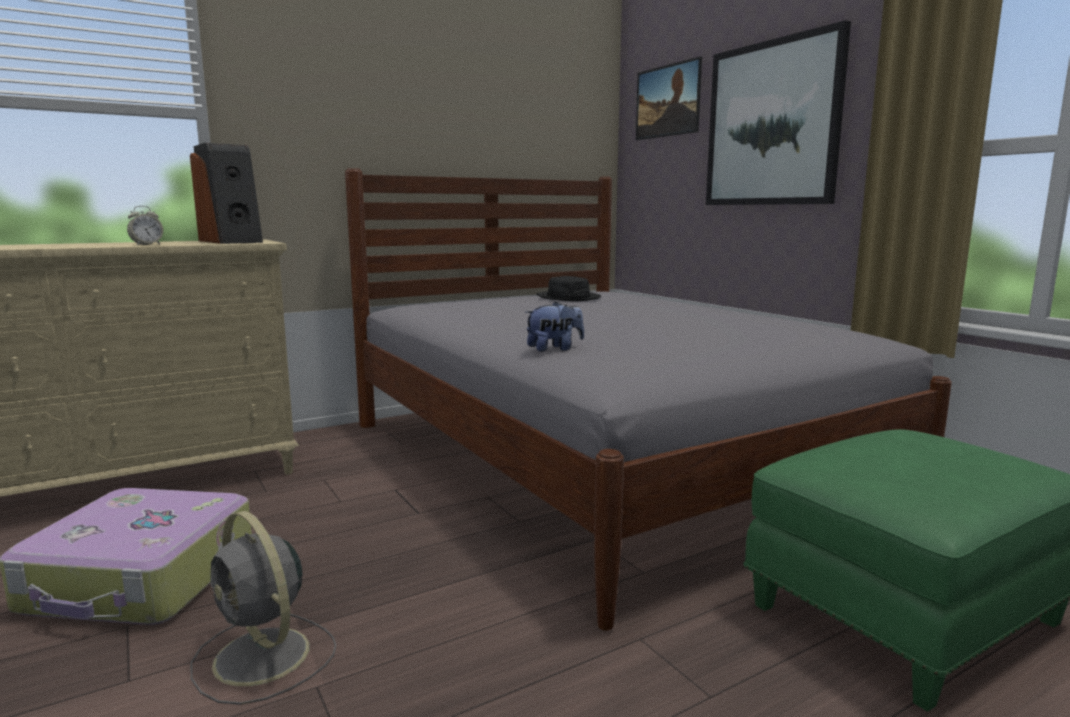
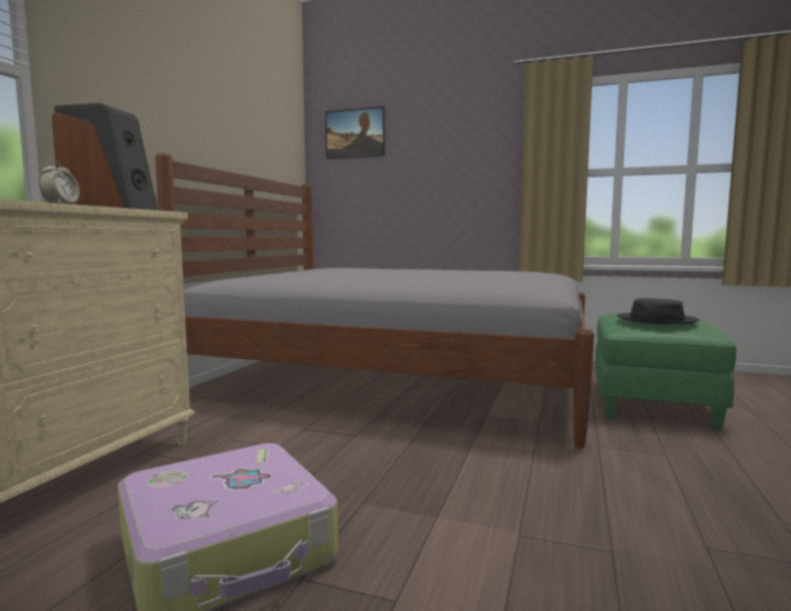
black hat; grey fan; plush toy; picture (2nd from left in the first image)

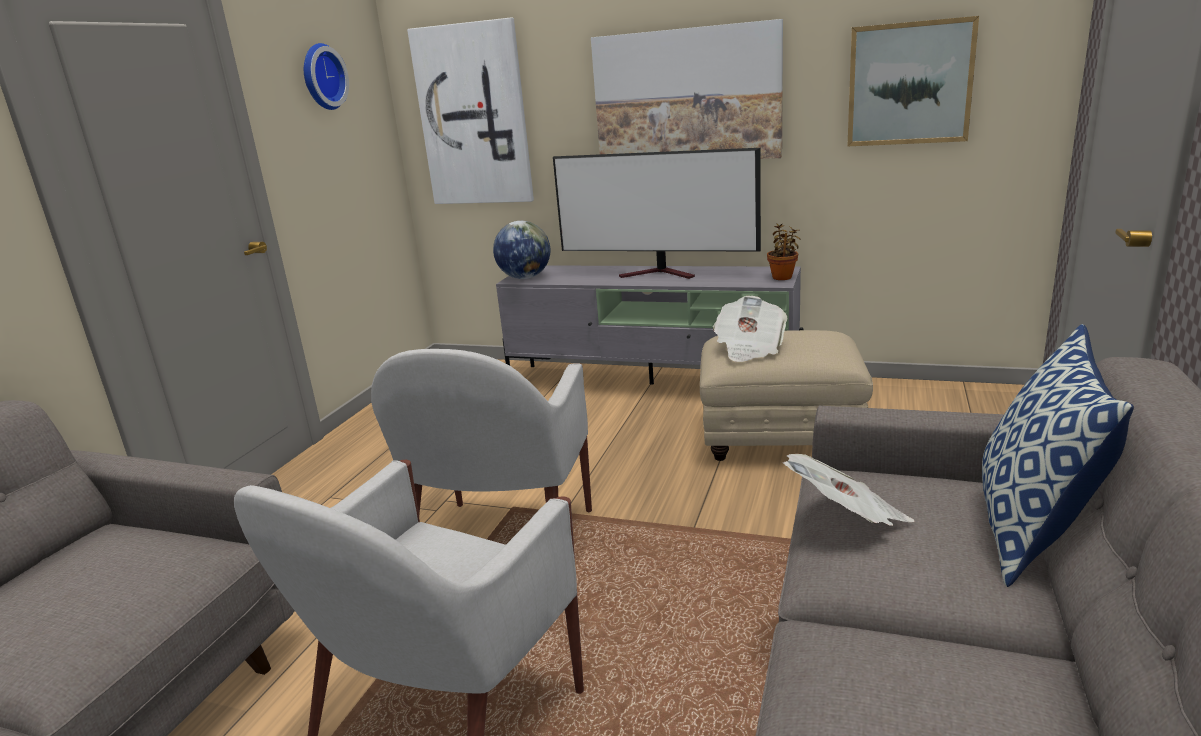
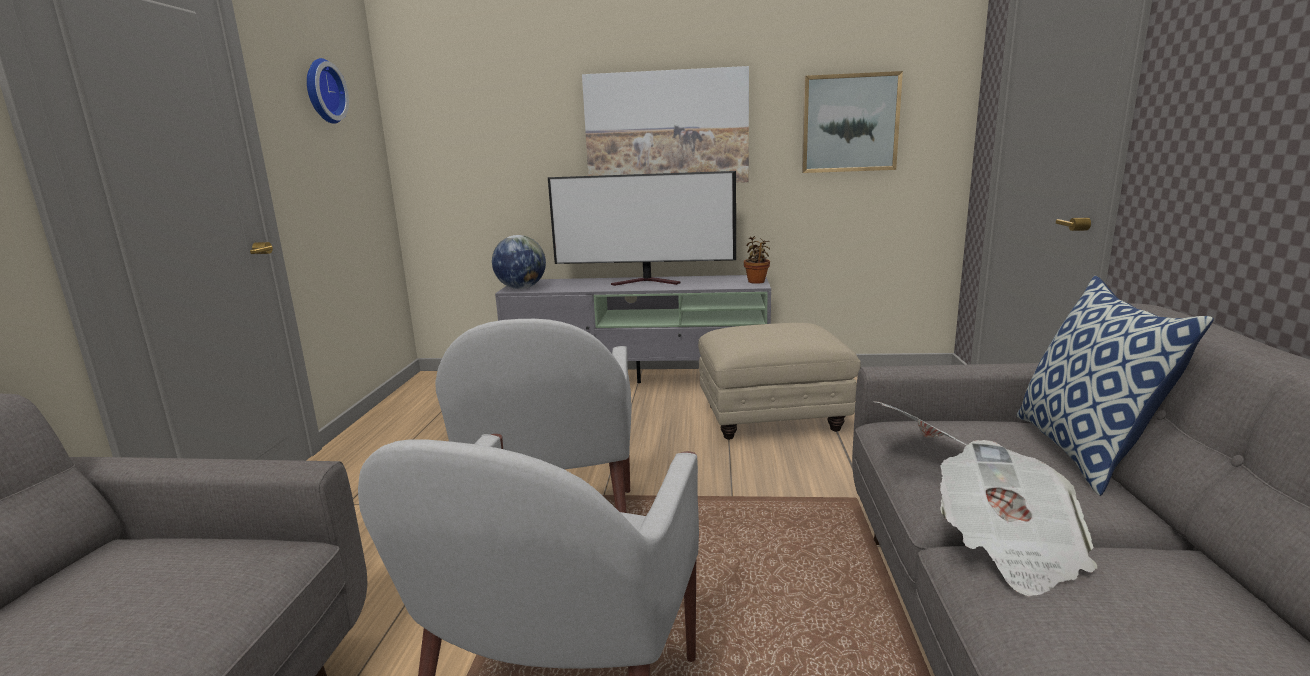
newspaper (2nd from left); picture (1st from left in the first image)

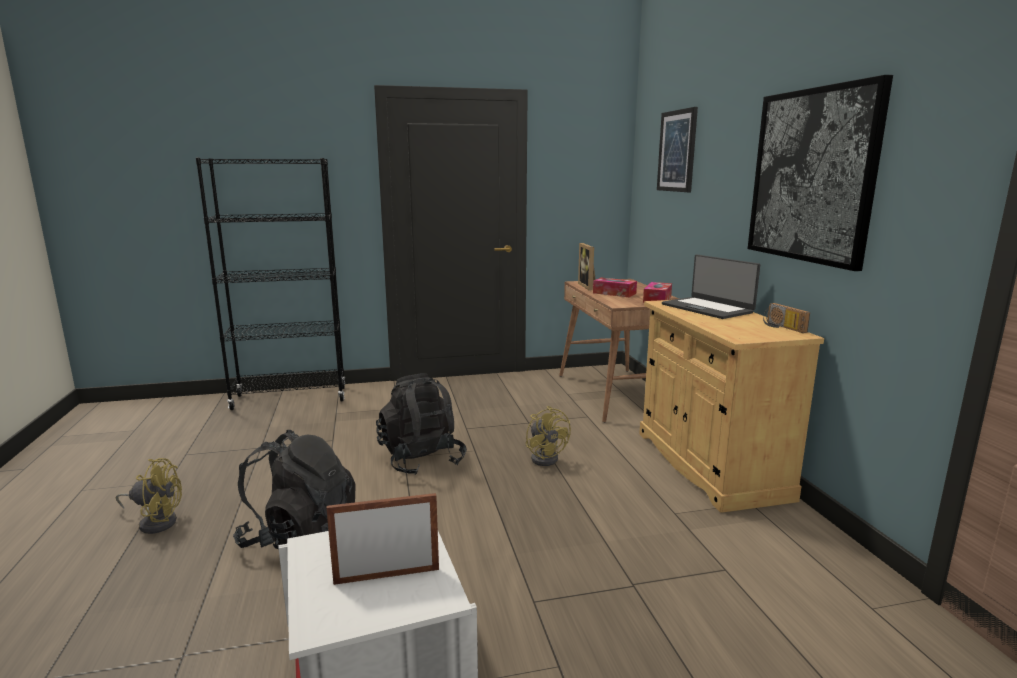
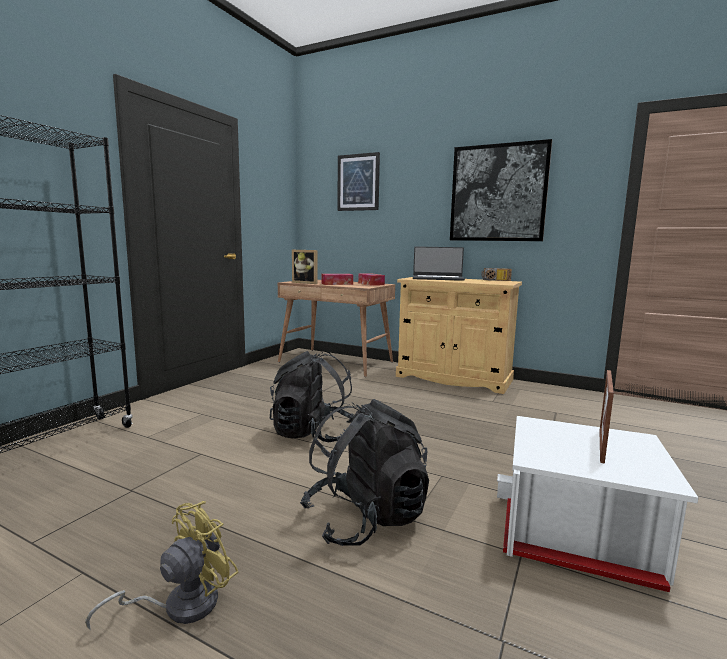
yellow fan (2nd from left in the first image)

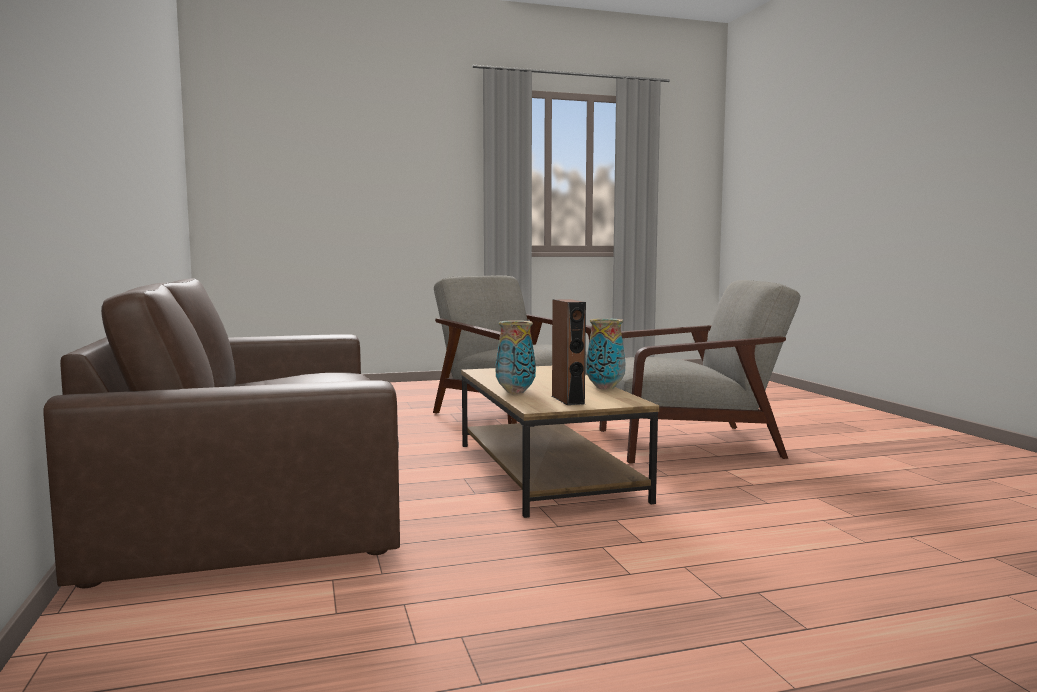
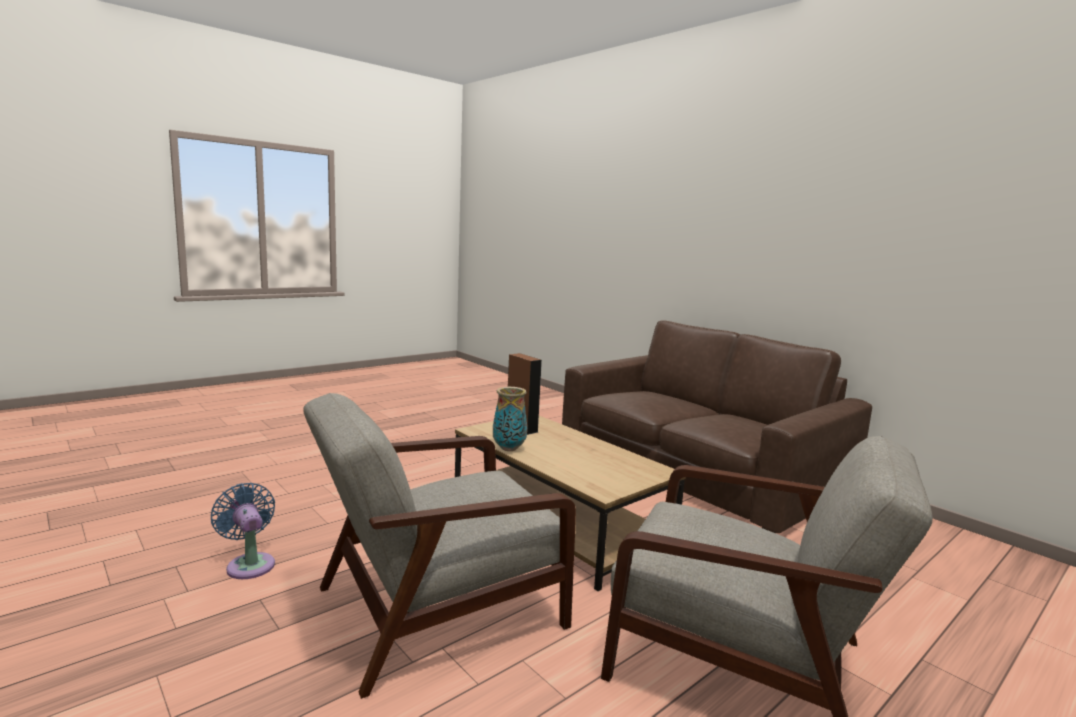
blue fan; vase (1st from left in the first image)

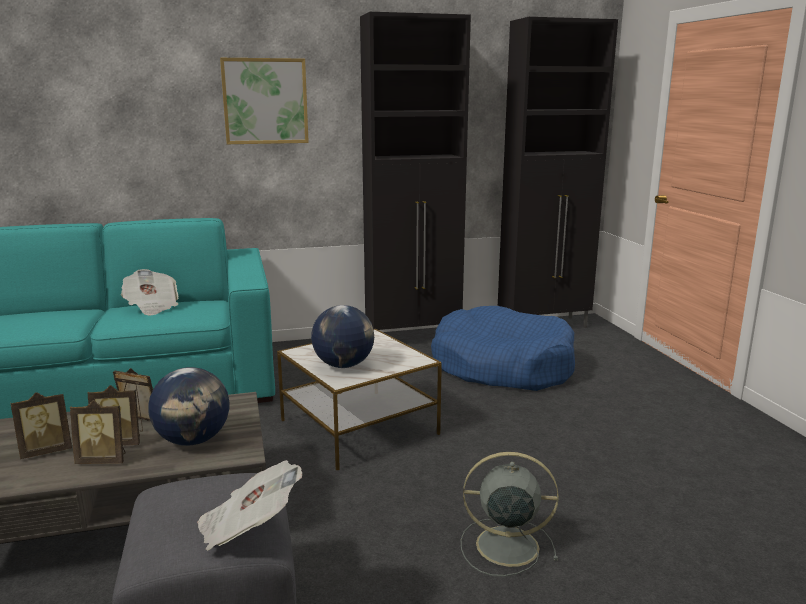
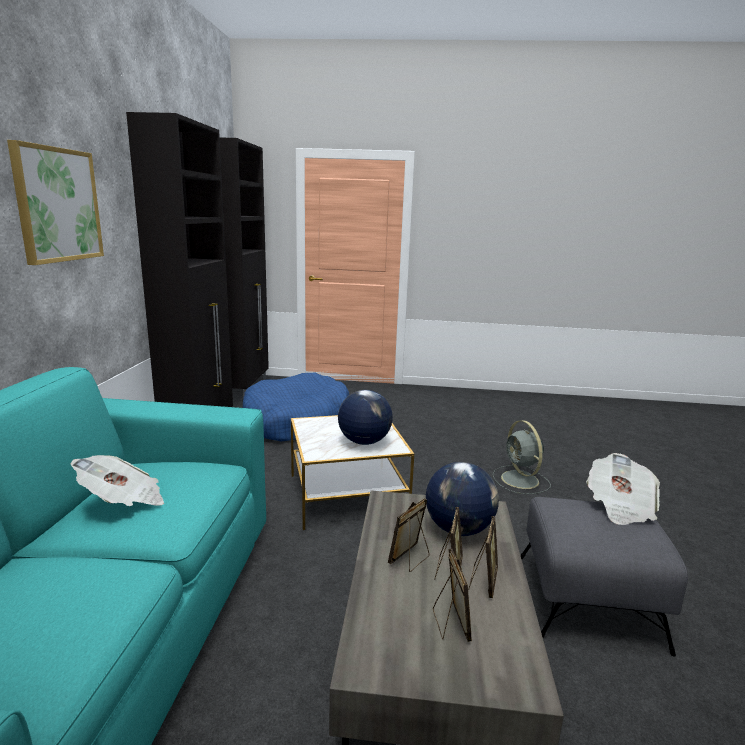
grey fan

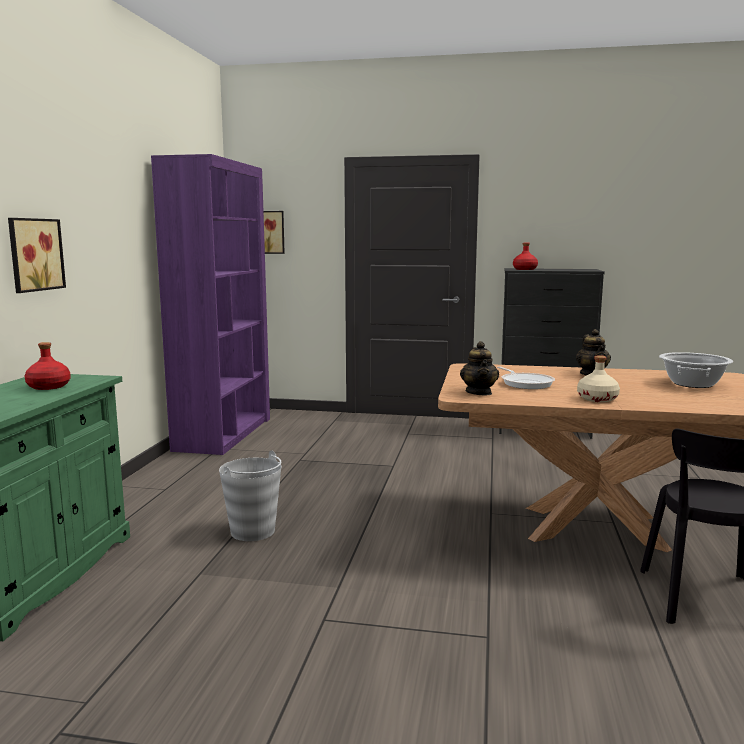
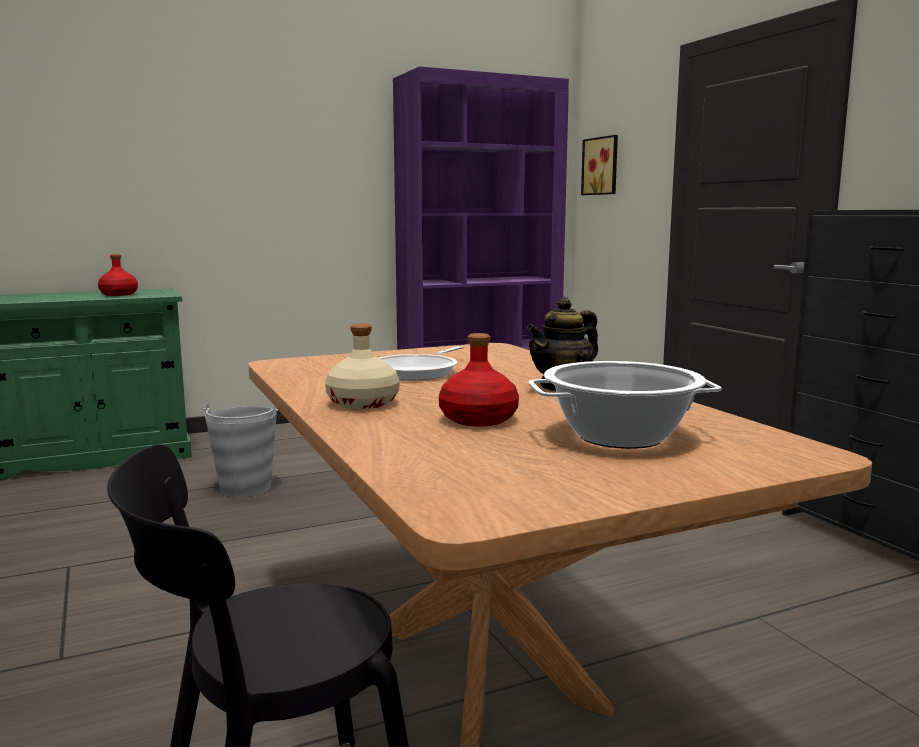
red bottle (2nd from left); picture (1st from left in the first image); teapot (1st from left in the first image)

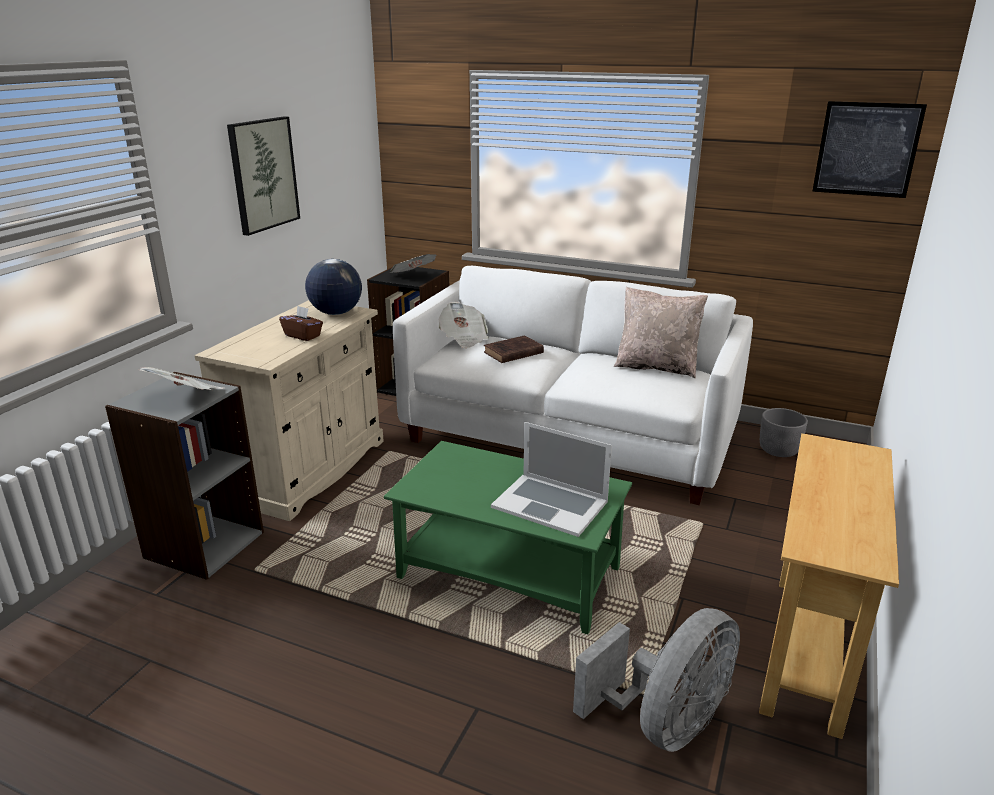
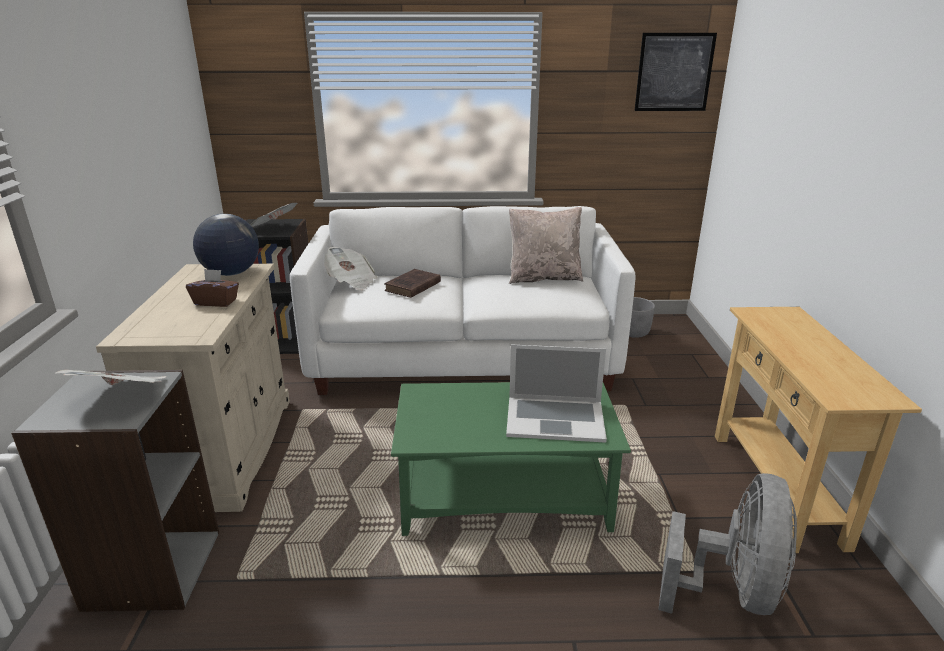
picture (1st from left in the first image)

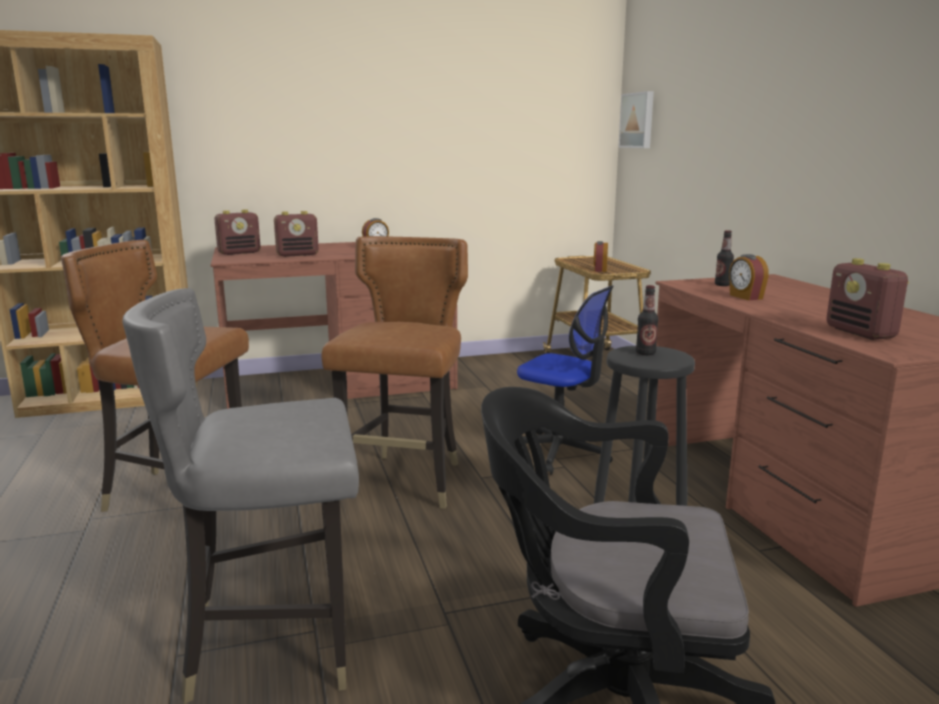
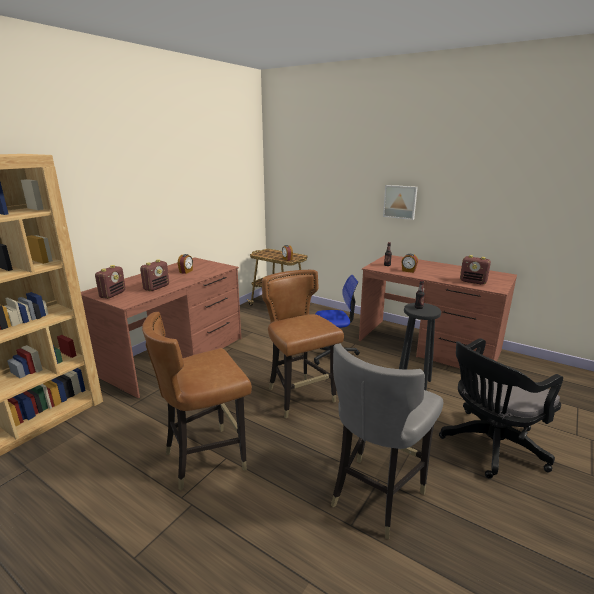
picture

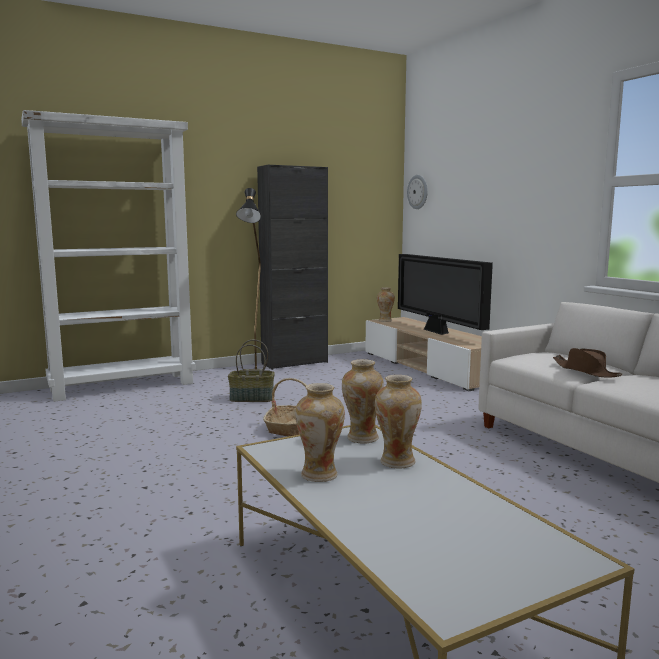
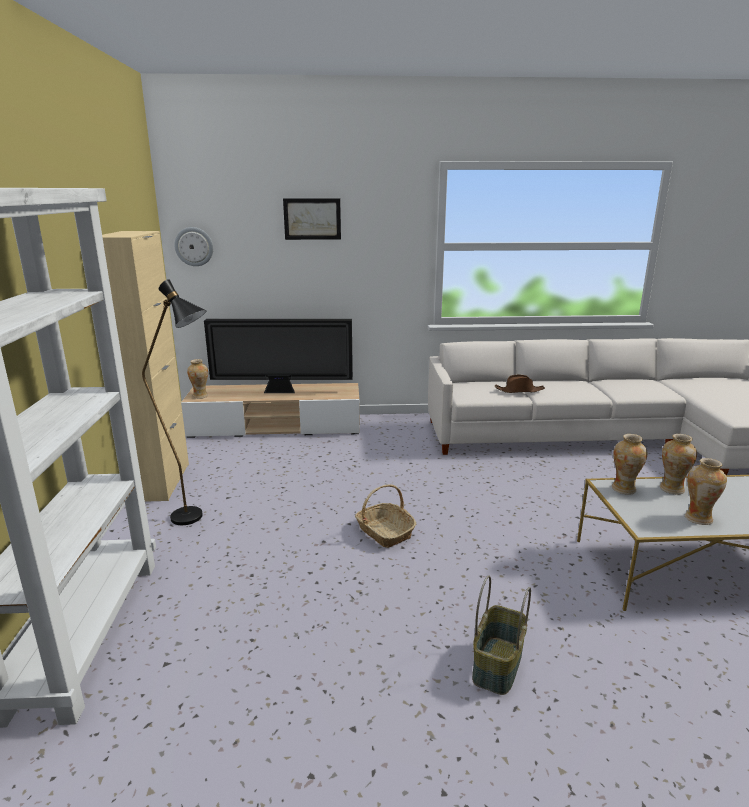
beige cabinet; picture; basket (2nd from left)

